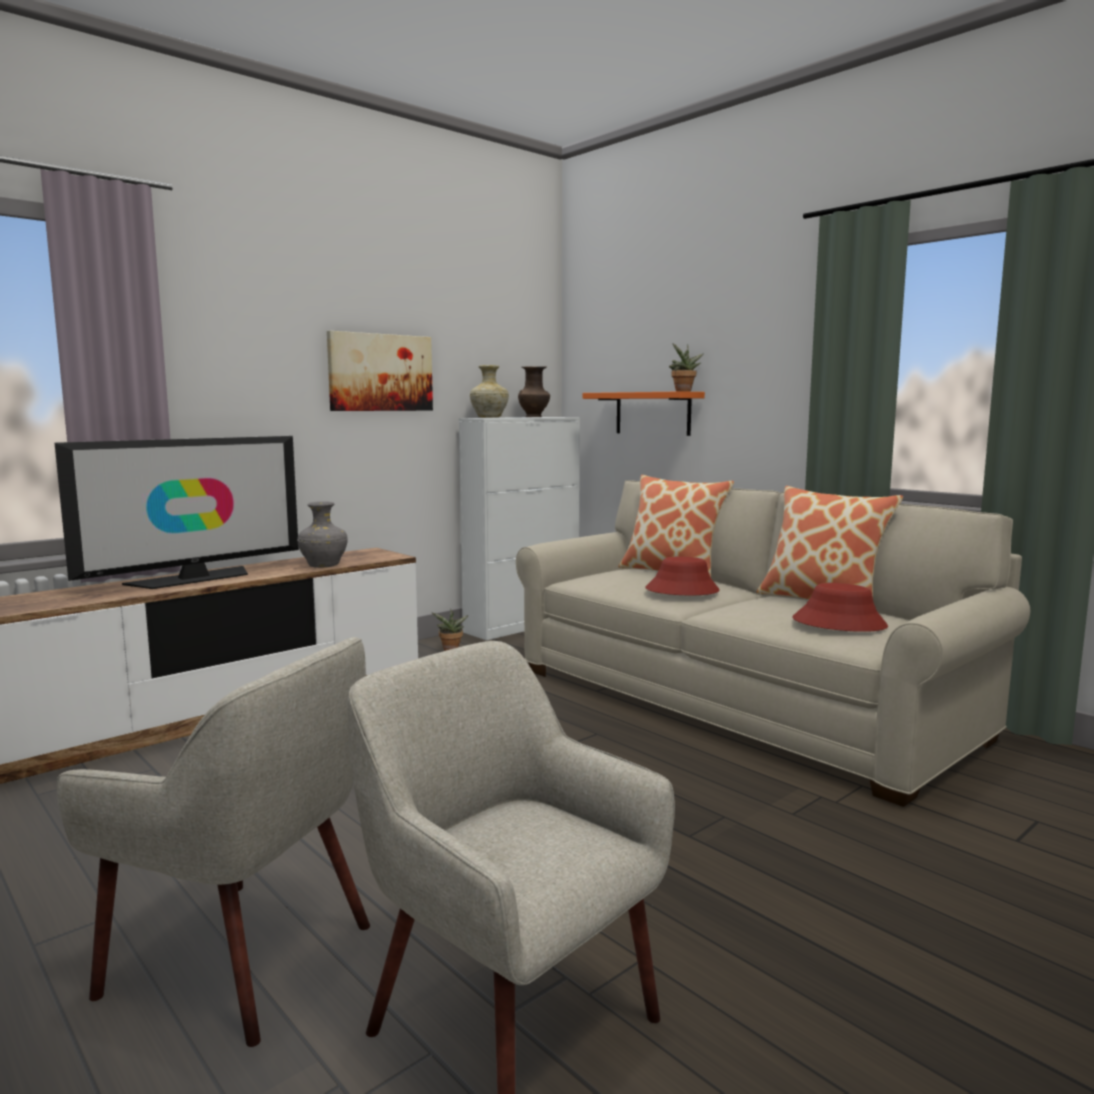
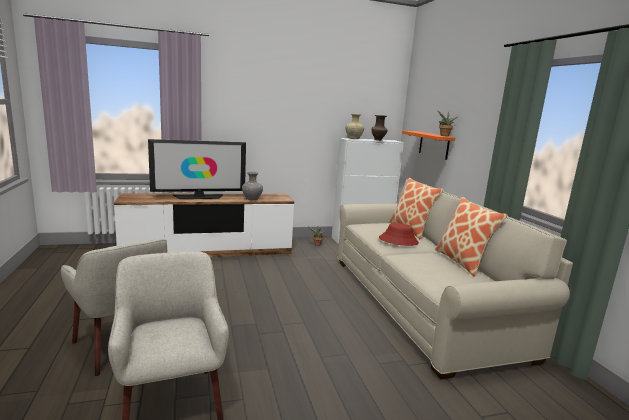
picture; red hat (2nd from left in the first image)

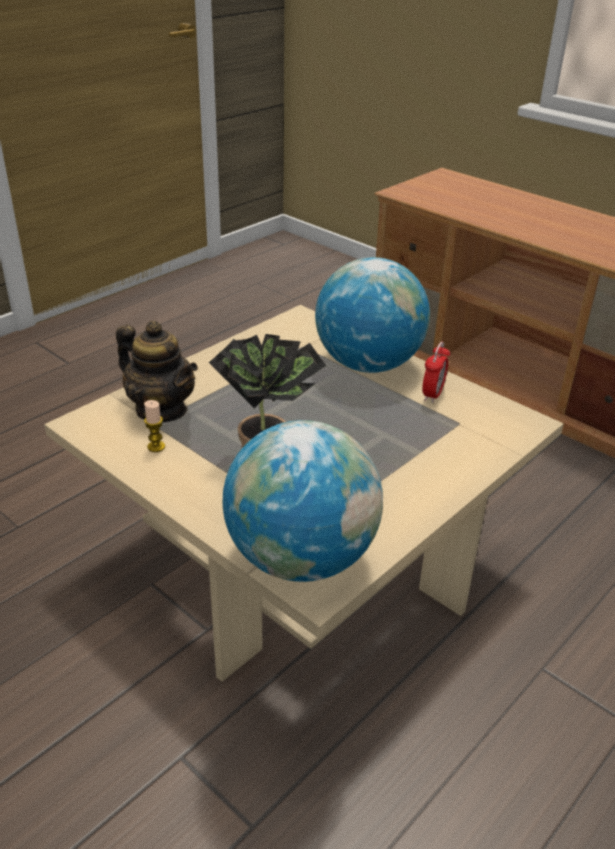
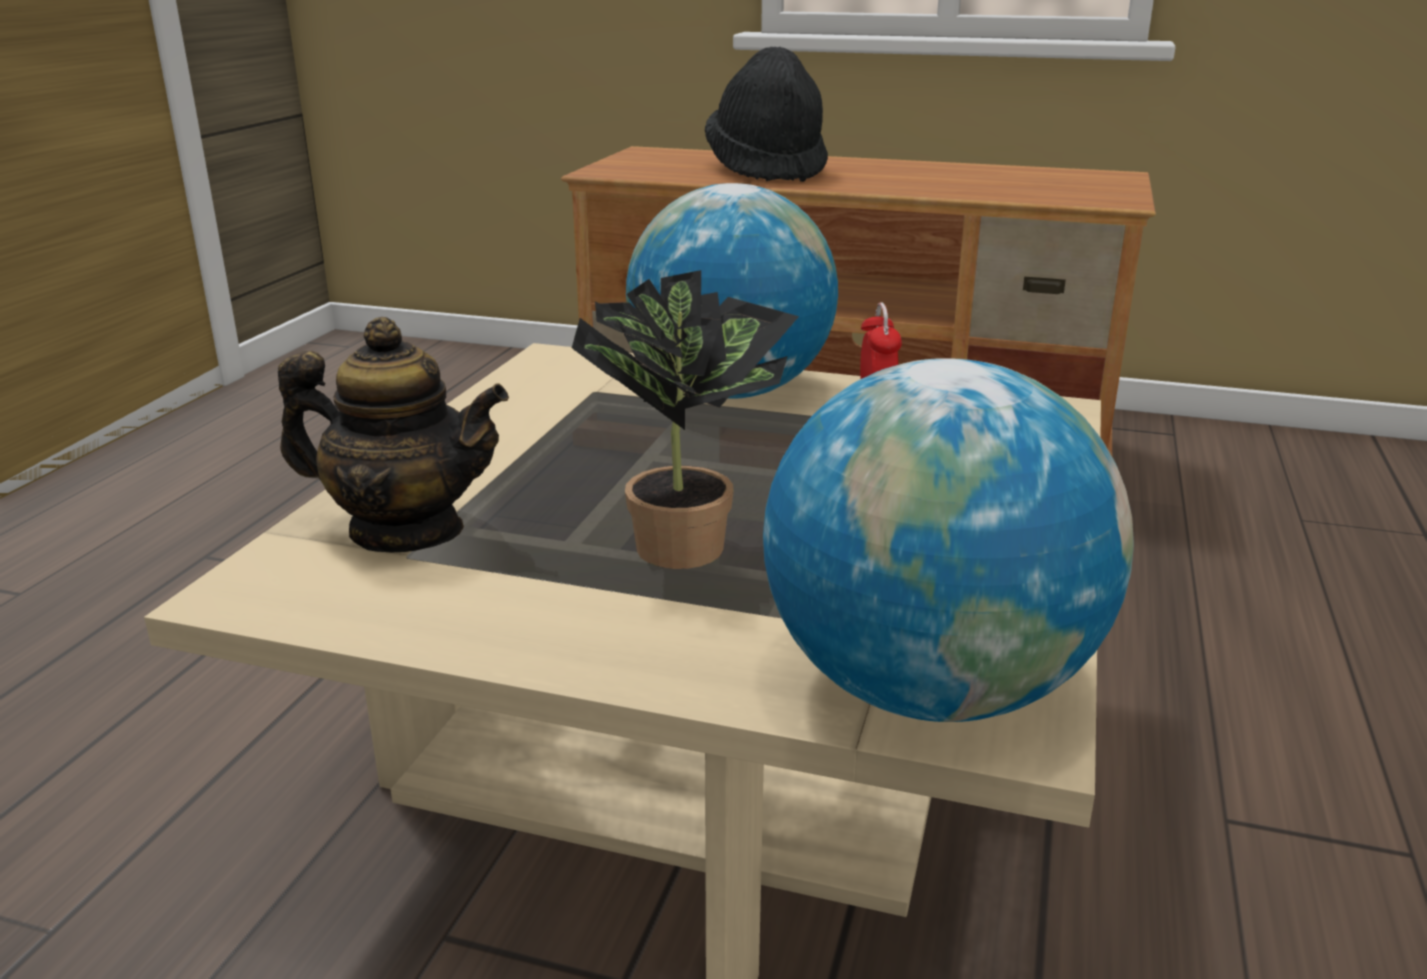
black hat; candle

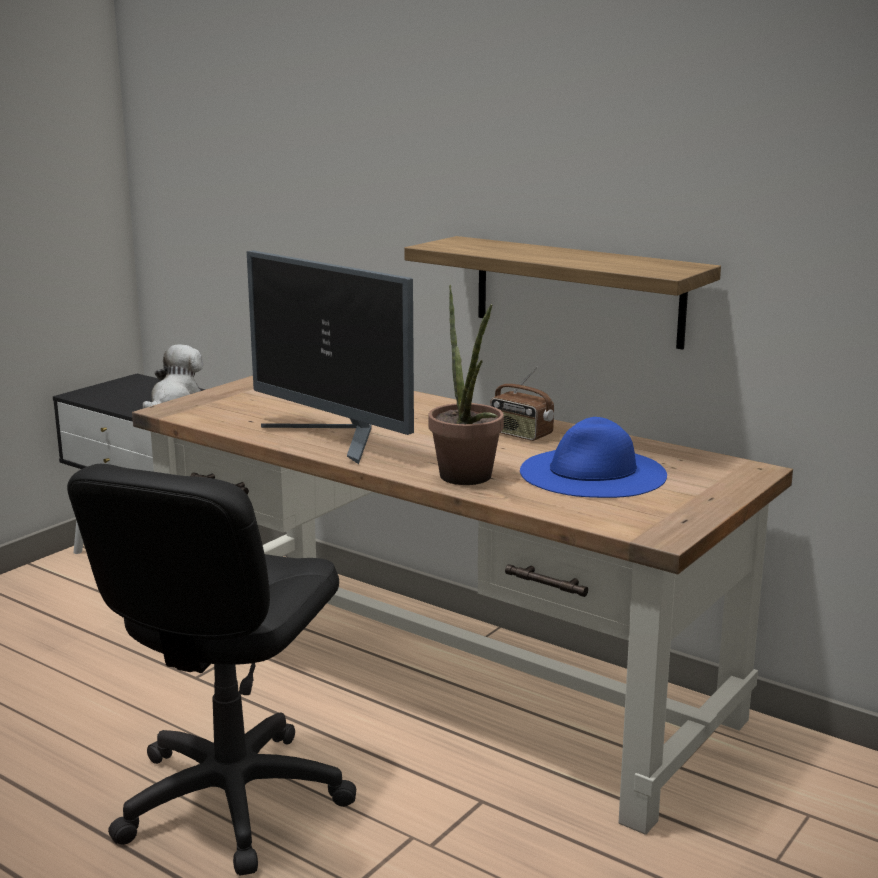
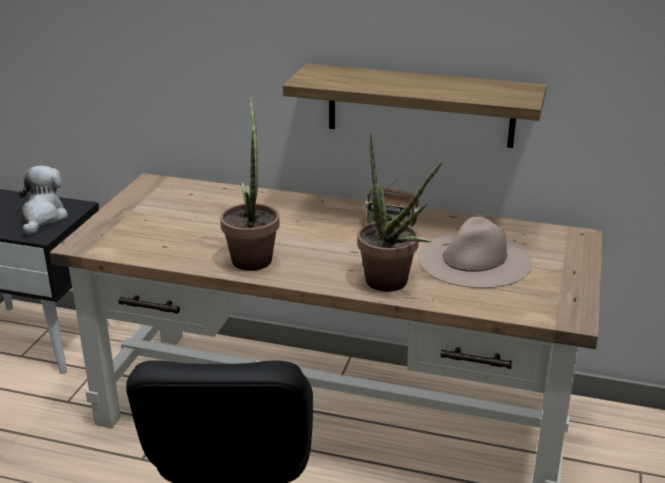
potted plant (1st from left); beige hat

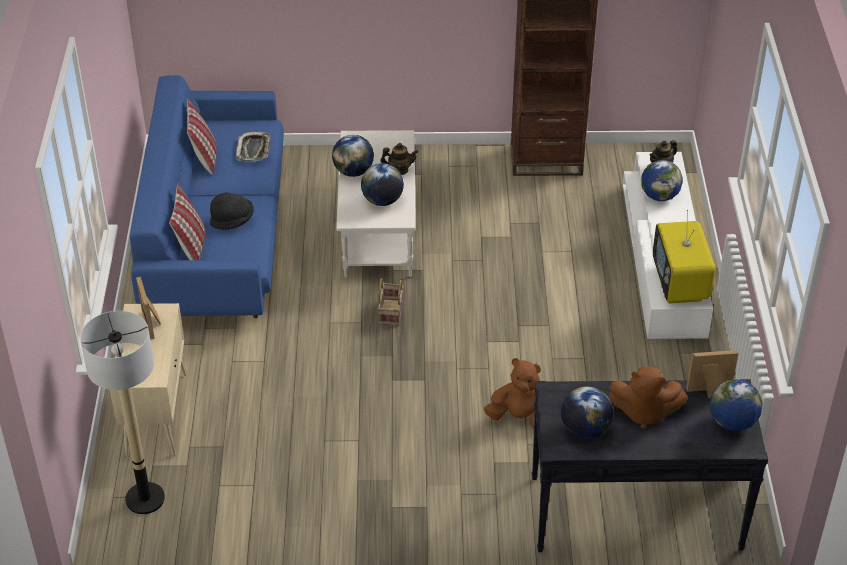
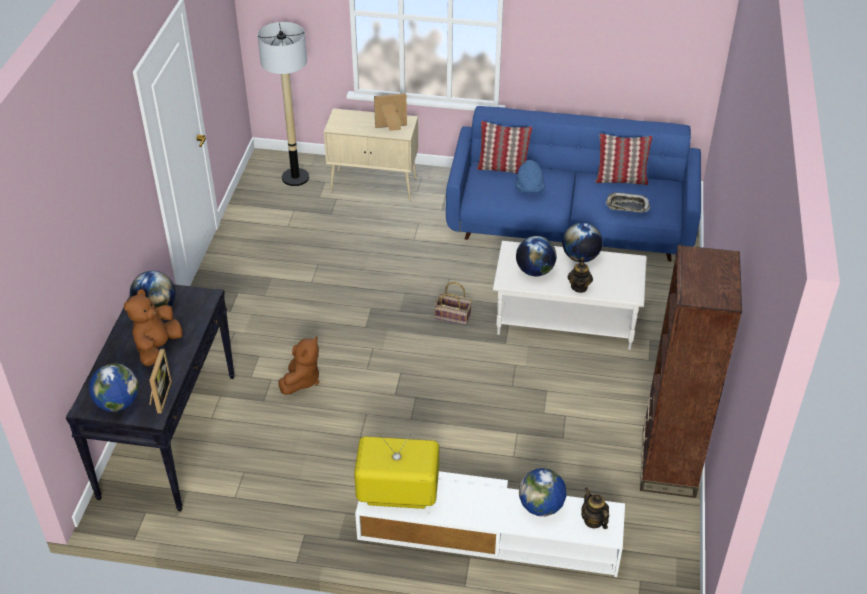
blue hat

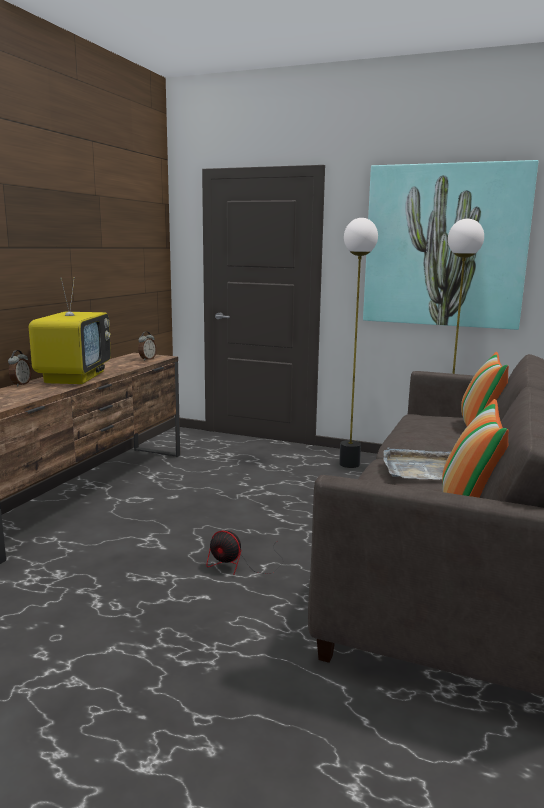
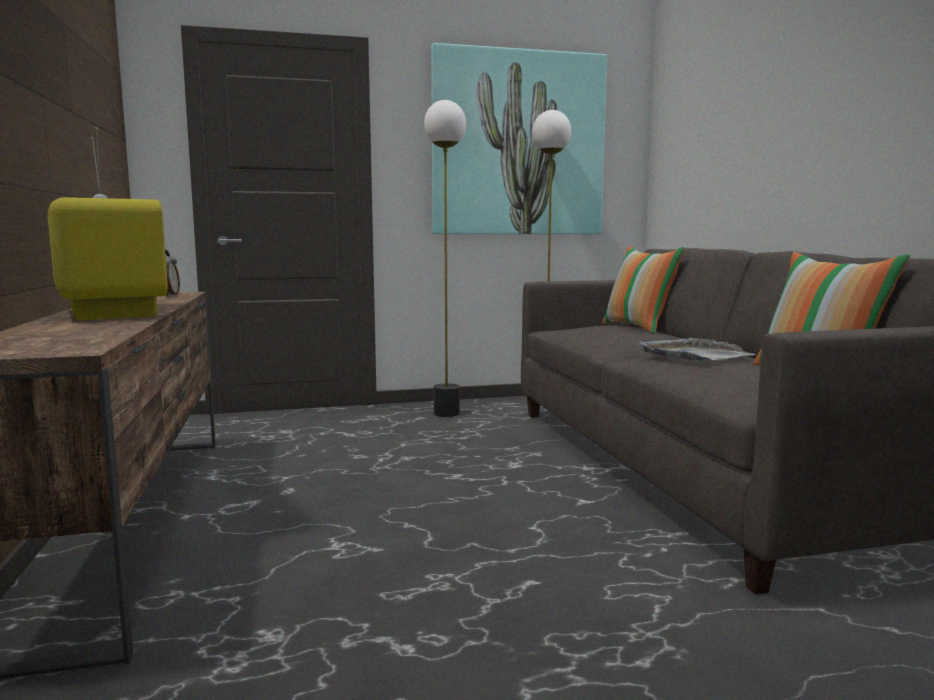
alarm clock (1st from left in the first image); fan

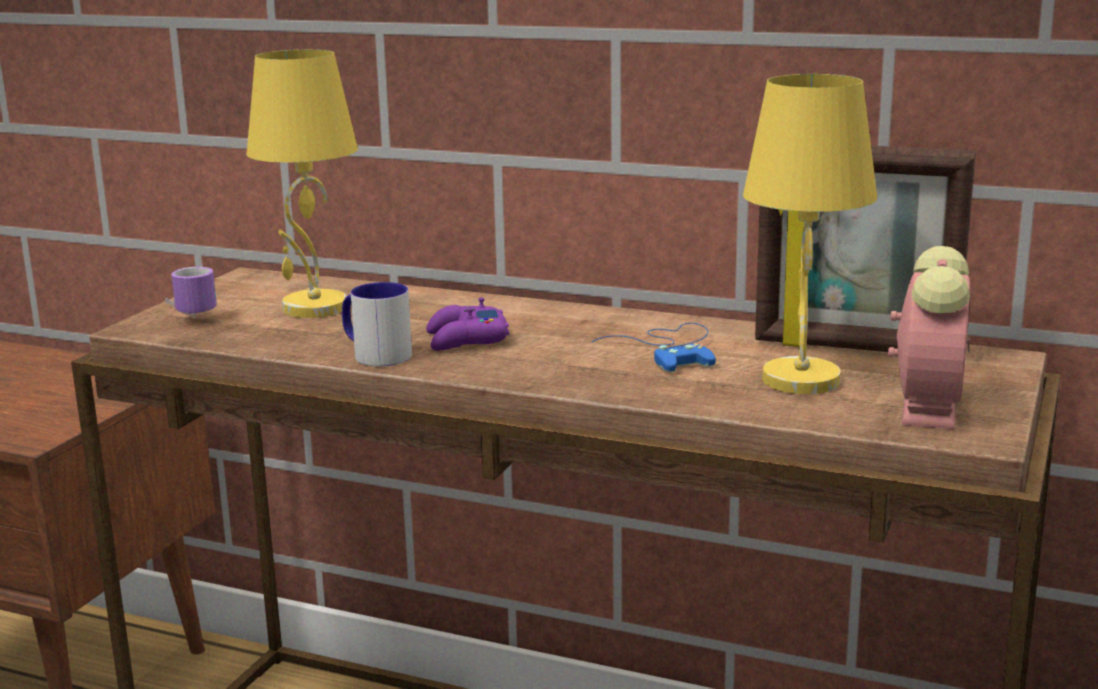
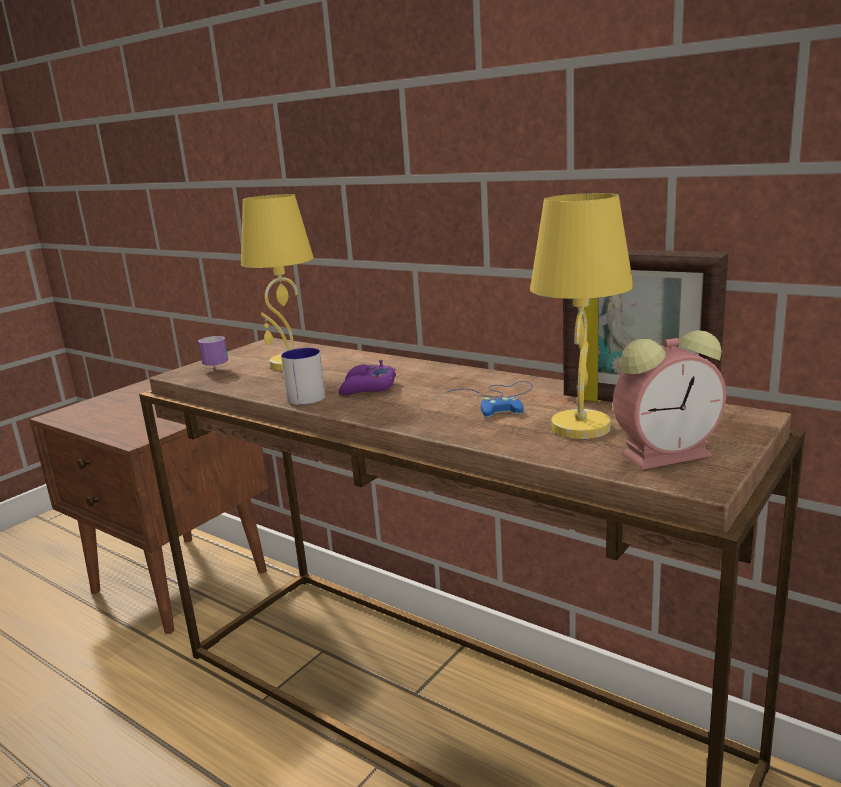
alarm clock

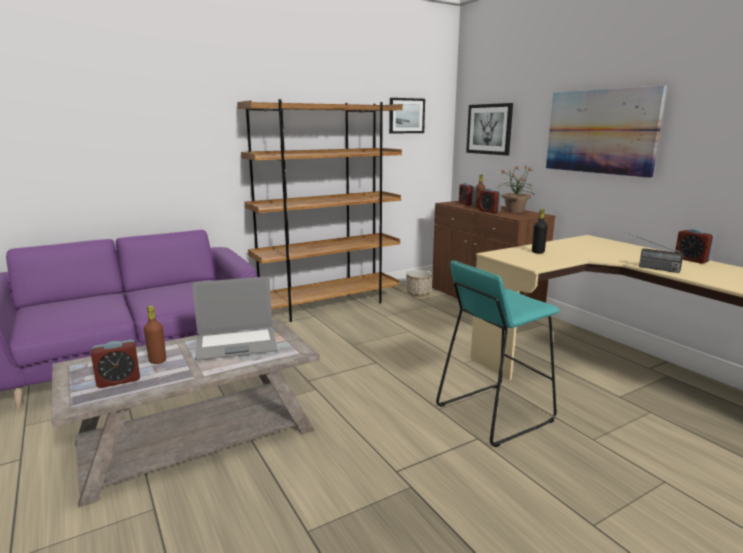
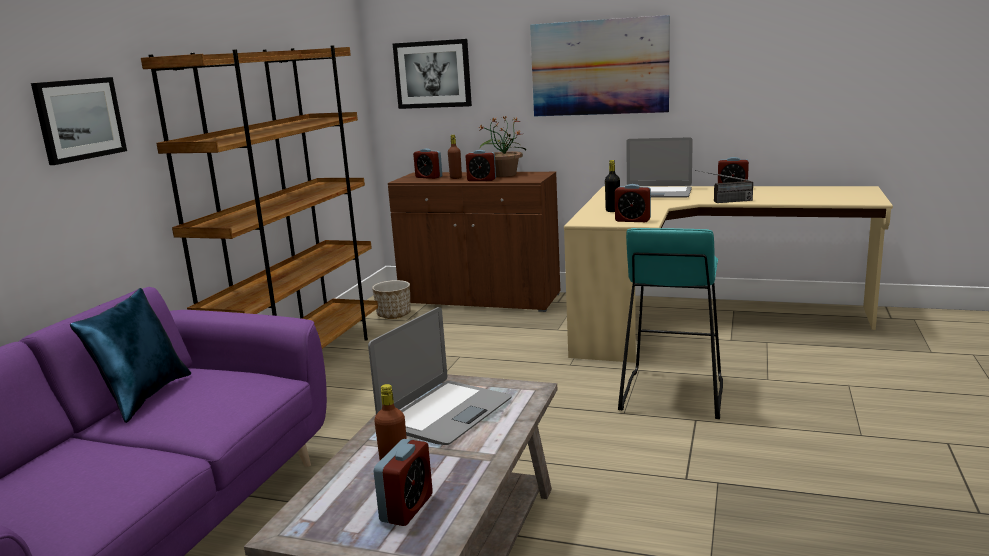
picture (1st from left); blue pillow; alarm clock (4th from left); laptop (2nd from left)

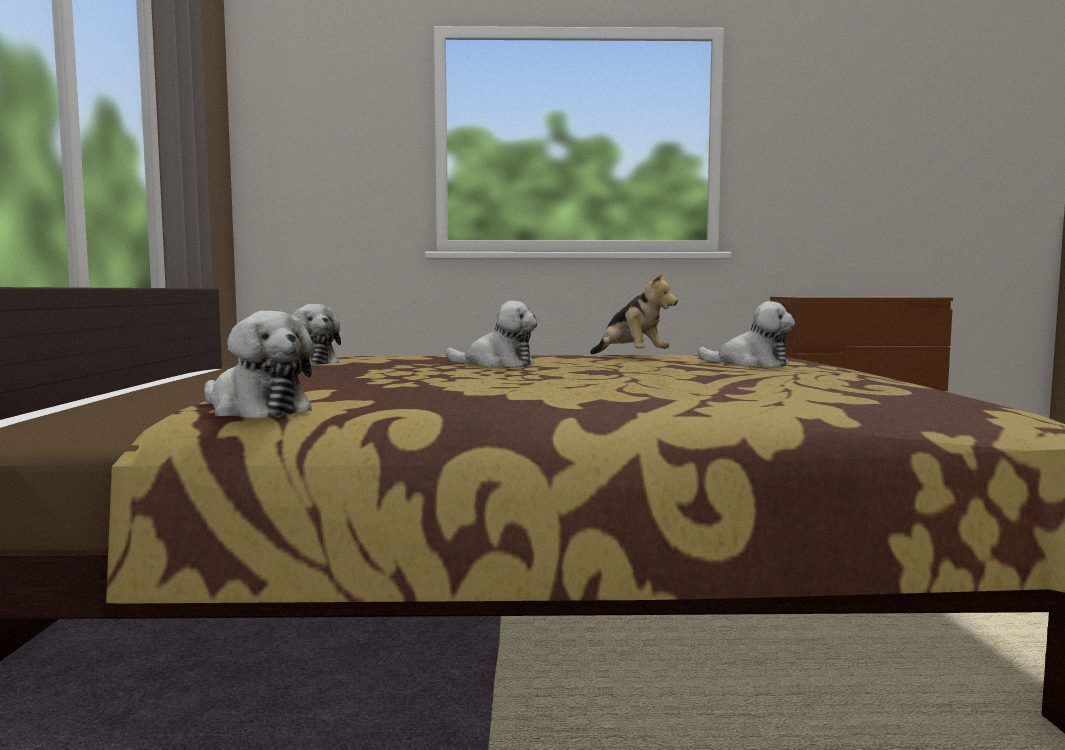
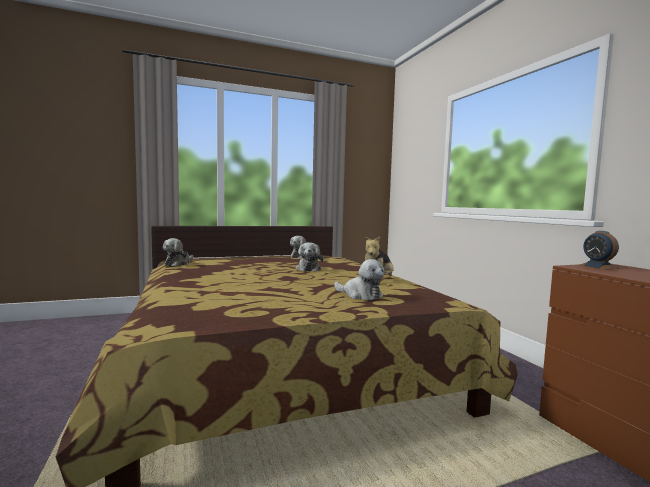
plush toy (4th from left); alarm clock

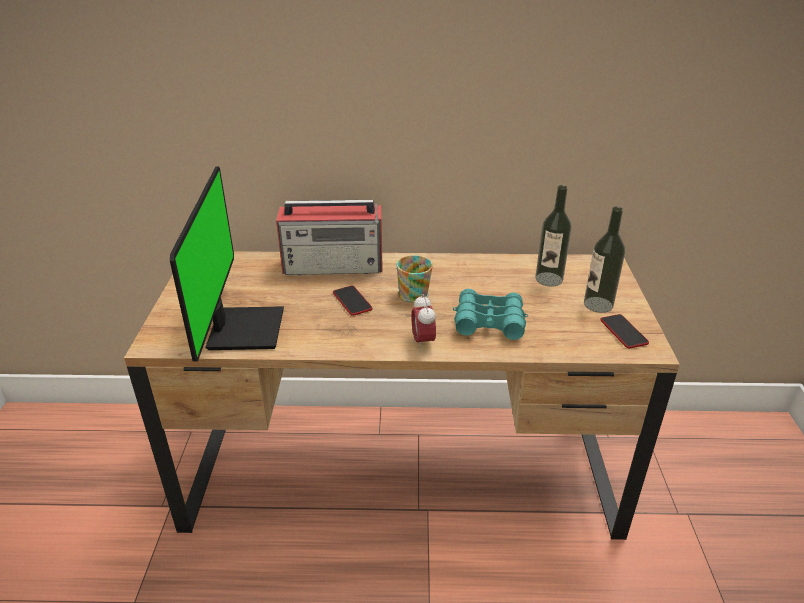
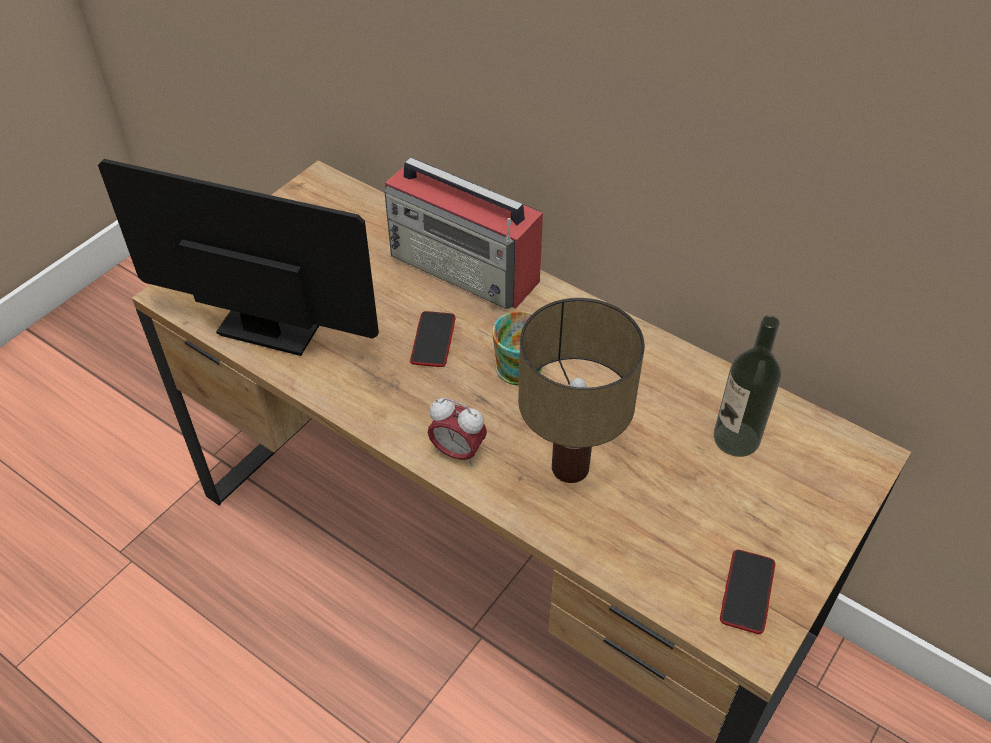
monitor; alarm clock; table lamp; bottle (2nd from left in the first image)

